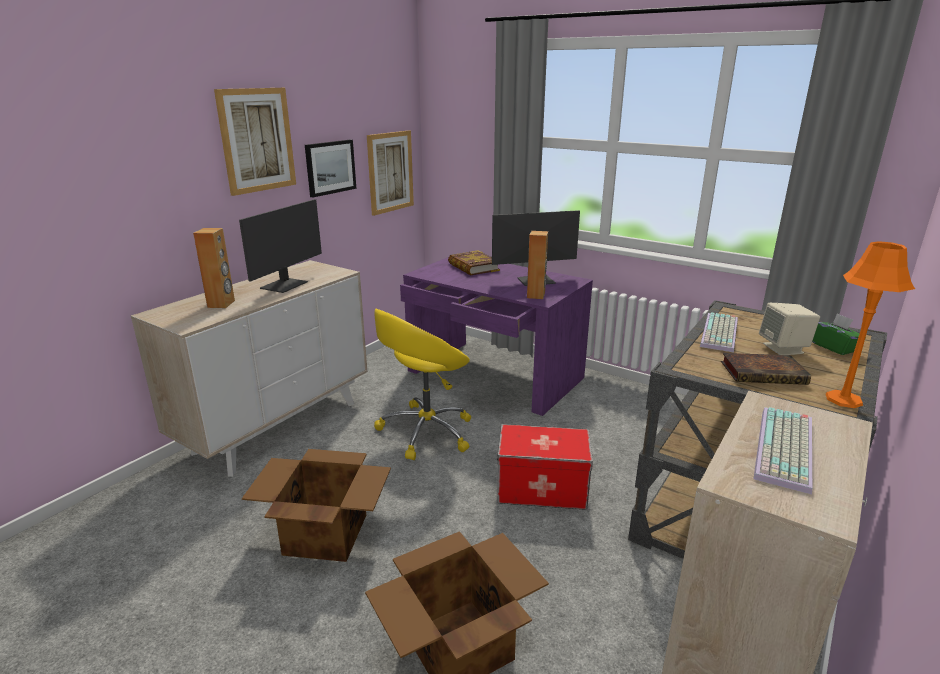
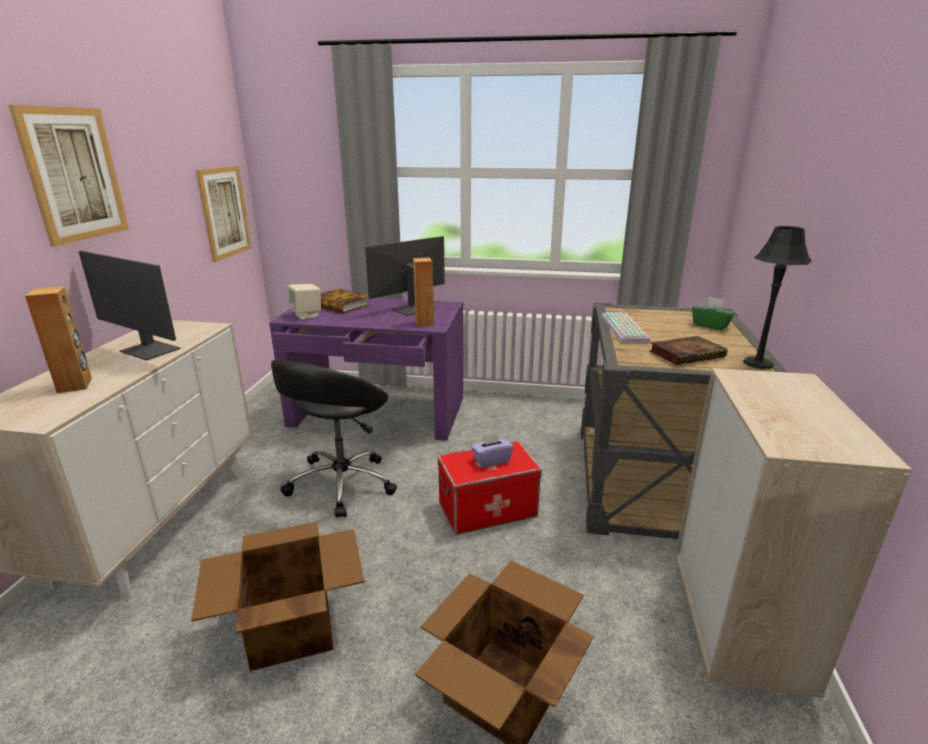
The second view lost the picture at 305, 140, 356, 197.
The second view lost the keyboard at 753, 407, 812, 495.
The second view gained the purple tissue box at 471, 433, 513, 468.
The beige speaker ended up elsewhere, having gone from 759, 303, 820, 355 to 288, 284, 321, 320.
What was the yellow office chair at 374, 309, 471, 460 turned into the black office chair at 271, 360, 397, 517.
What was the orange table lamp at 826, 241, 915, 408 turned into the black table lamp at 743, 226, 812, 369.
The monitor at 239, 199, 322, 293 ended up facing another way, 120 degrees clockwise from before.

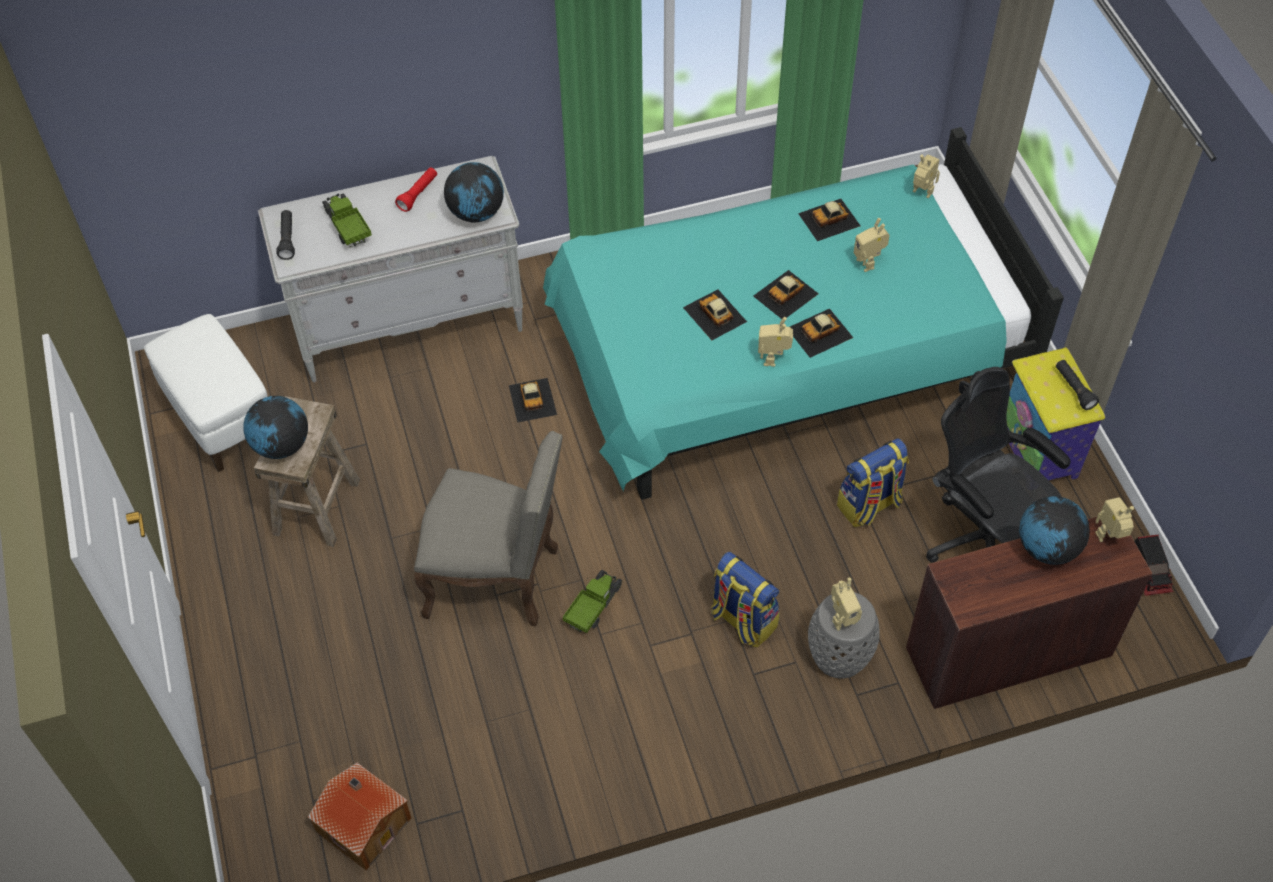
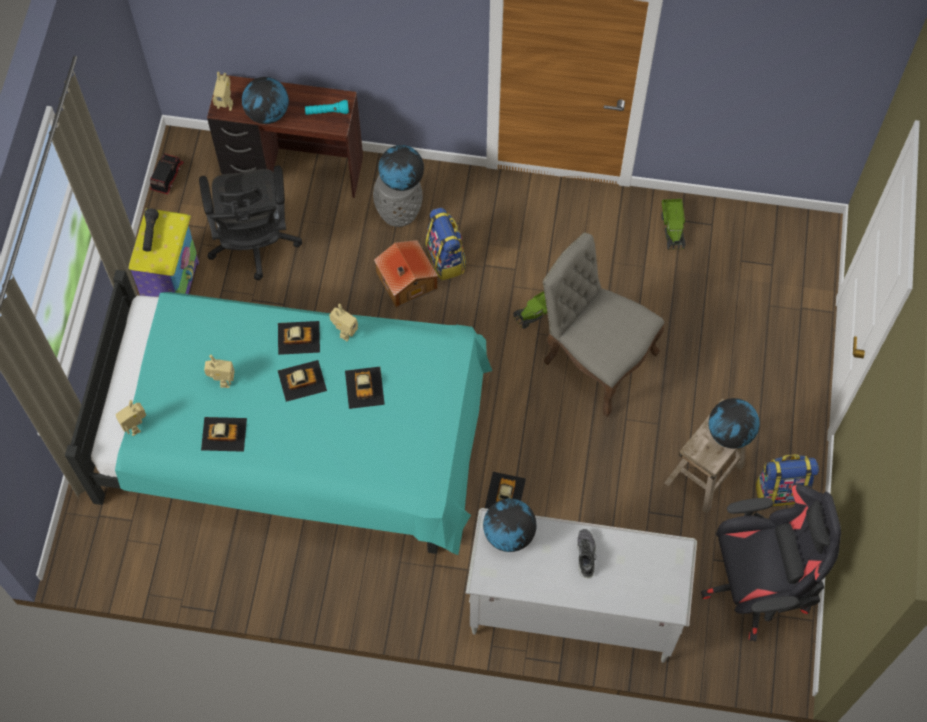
The second view lost the black flashlight at 276, 210, 295, 260.
The second view lost the red flashlight at 395, 167, 437, 212.
The second view gained the turquoise flashlight at 305, 100, 349, 115.
The second view gained the shoe at 577, 529, 596, 579.
The toy house ended up elsewhere, having gone from 308, 763, 411, 870 to 374, 240, 438, 308.
The toy truck ended up elsewhere, having gone from 322, 194, 372, 248 to 662, 199, 688, 250.
The backpack ended up elsewhere, having gone from 837, 438, 909, 527 to 755, 454, 819, 506.
Where the white ottoman stood at 144, 314, 268, 472, the black office chair came to stand at 701, 484, 841, 642.
Where the toy robot stood at 831, 578, 862, 631, the globe came to stand at 378, 145, 424, 191.

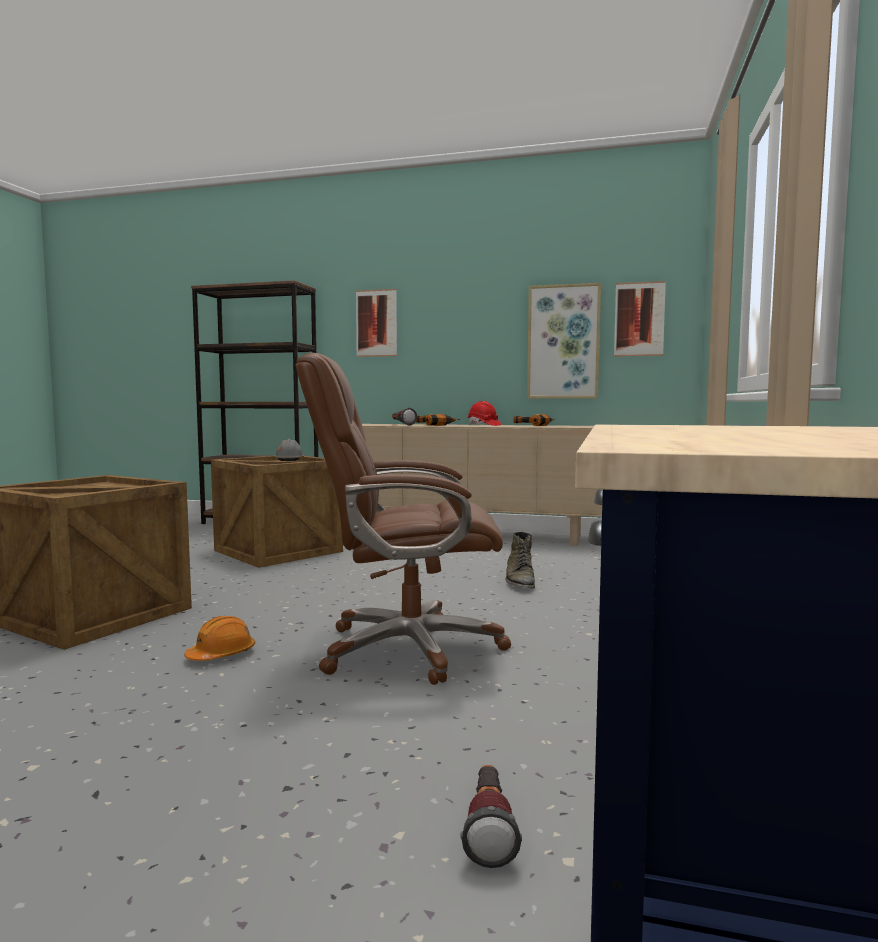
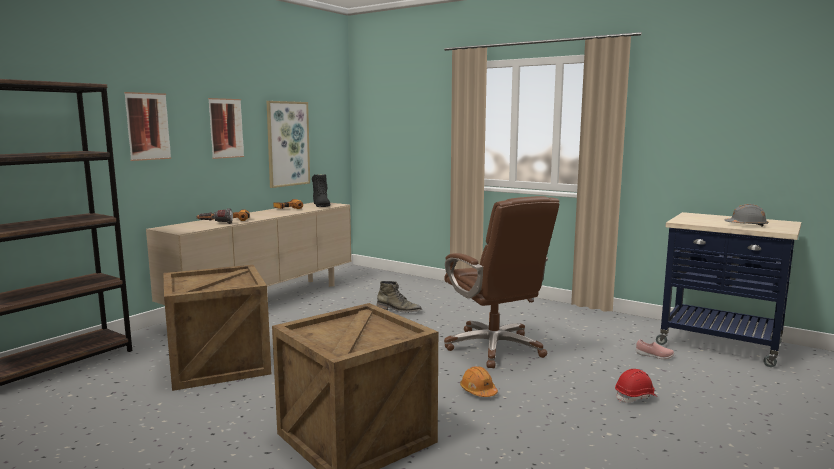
The second view gained the black boot at 312, 174, 330, 207.
The grey hard hat ended up elsewhere, having gone from 274, 439, 304, 461 to 724, 204, 768, 227.
The red hard hat ended up elsewhere, having gone from 467, 401, 501, 426 to 615, 369, 658, 403.
The picture ended up elsewhere, having gone from 614, 281, 666, 356 to 208, 98, 244, 159.
Where the flashlight stood at 460, 765, 522, 868, the pink shoe came to stand at 636, 339, 674, 359.
The brown office chair at 296, 353, 511, 685 ended up facing another way, 45 degrees counterclockwise from before.

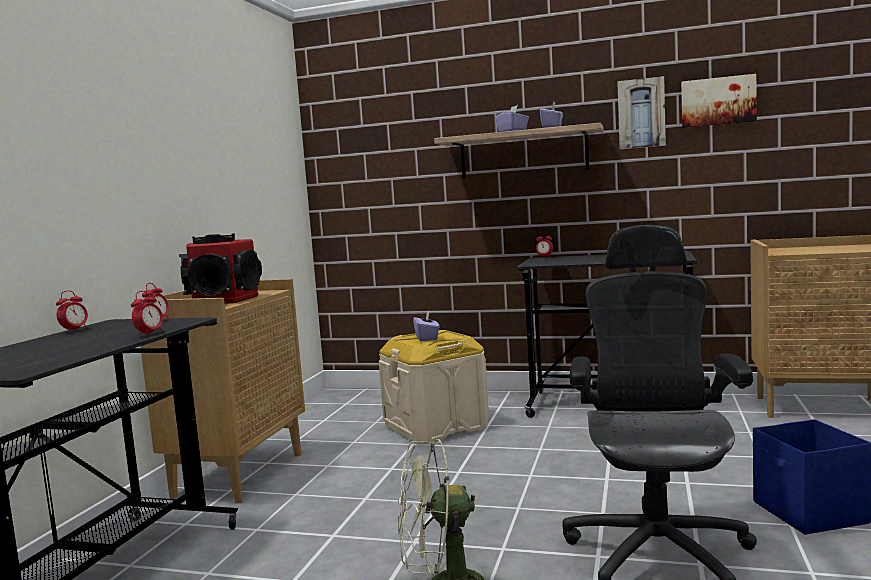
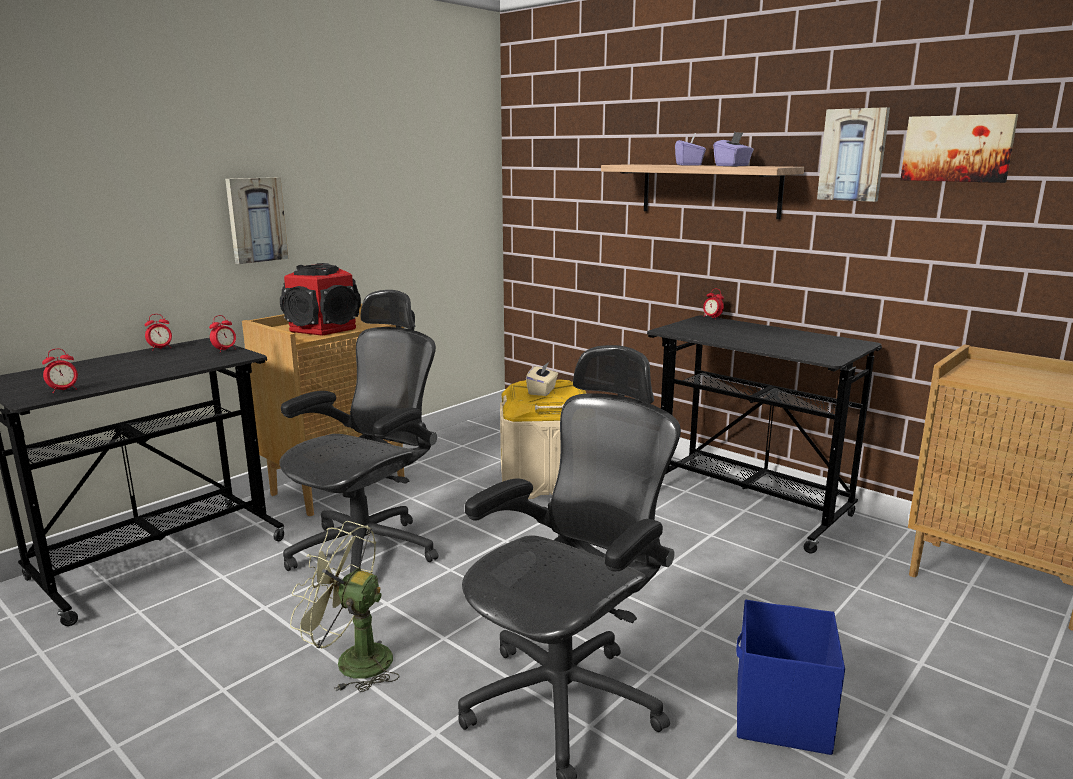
The second view gained the picture at 225, 177, 288, 264.
The second view gained the office chair at 279, 290, 438, 573.
The alarm clock ended up elsewhere, having gone from 131, 291, 163, 336 to 42, 349, 78, 393.
What was the purple tissue box at 413, 311, 440, 341 turned into the beige tissue box at 526, 362, 558, 396.

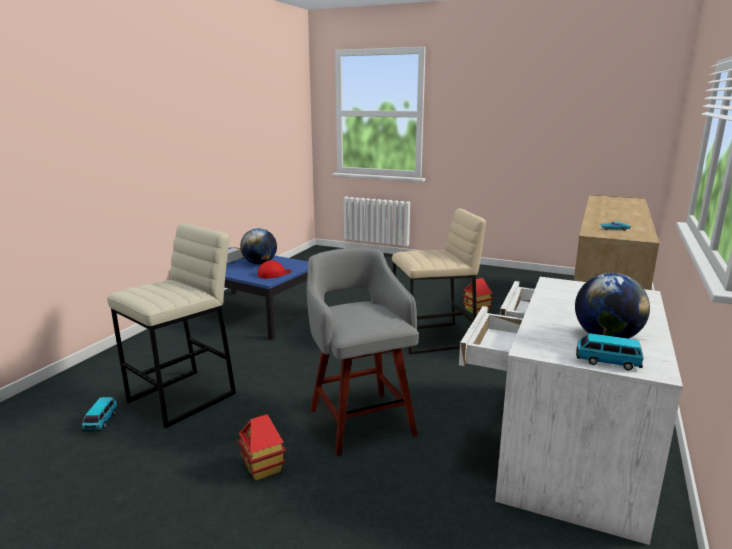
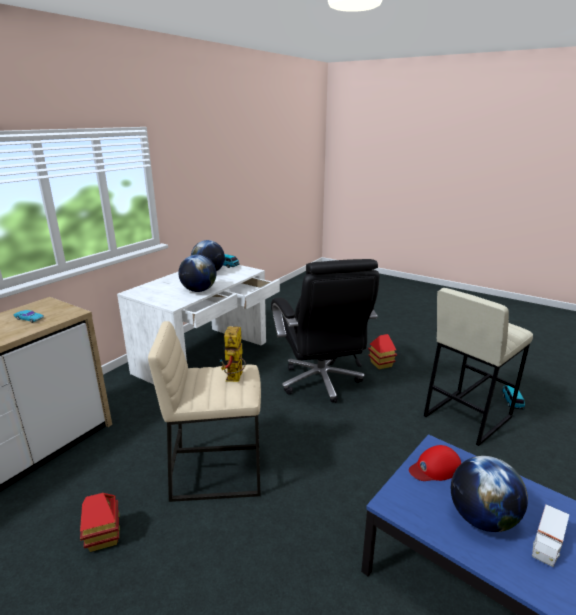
The second view gained the globe at 178, 255, 216, 292.
The second view gained the toy robot at 219, 326, 246, 382.
Where the grey stool stood at 307, 248, 419, 456, the black office chair came to stand at 271, 259, 380, 403.

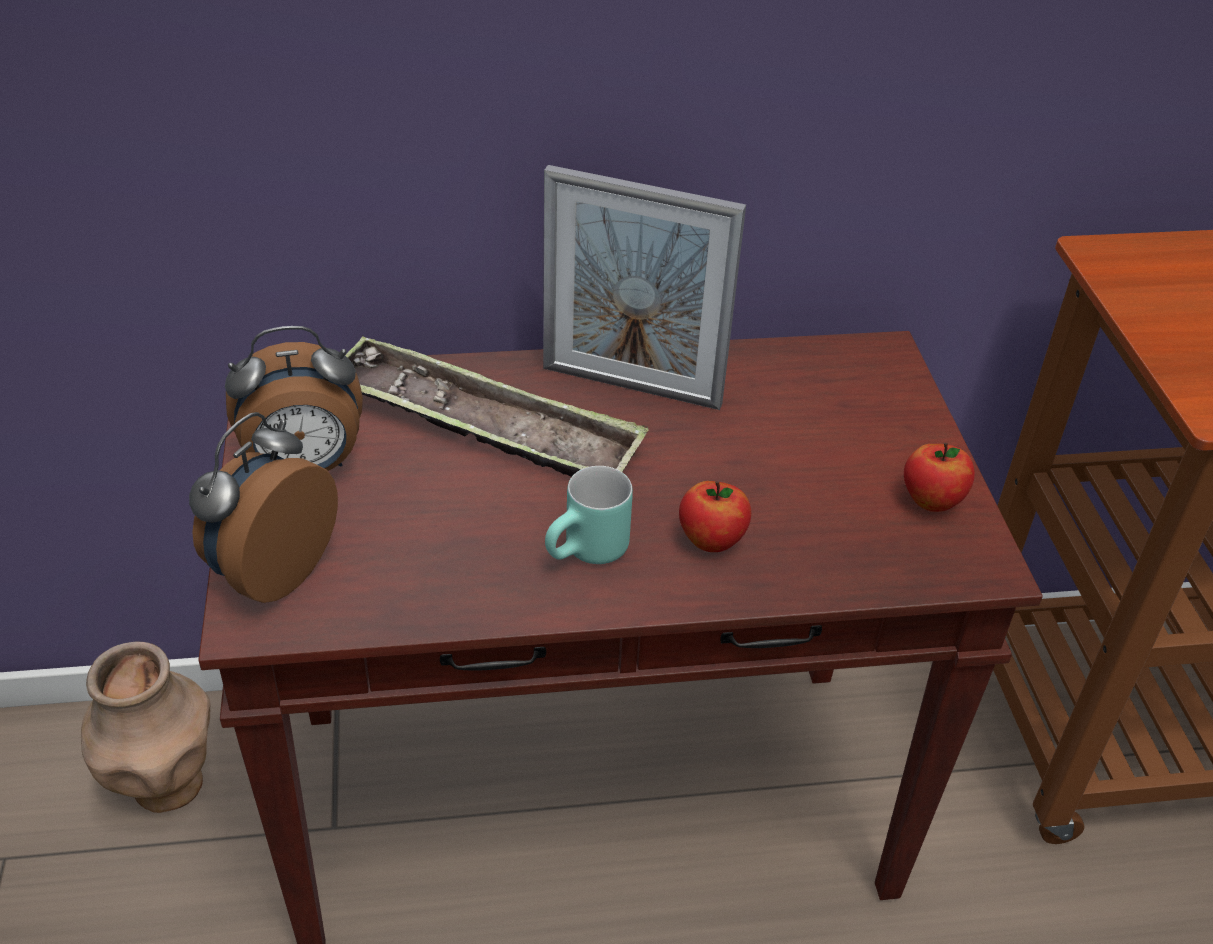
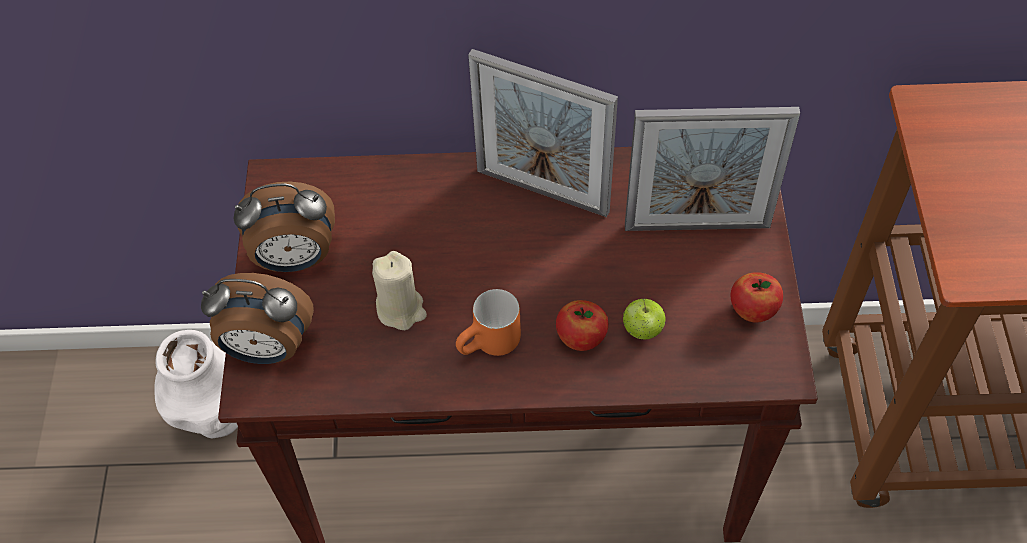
The second view lost the tray at 345, 336, 649, 477.
The second view gained the beige candle at 372, 251, 427, 330.
The second view gained the apple at 623, 298, 666, 340.
The second view gained the picture frame at 625, 107, 800, 231.
What was the brown vase at 81, 642, 210, 813 turned into the white vase at 154, 330, 238, 438.
What was the turquoise mug at 545, 466, 633, 564 turned into the orange mug at 456, 289, 521, 356.
The alarm clock at 189, 412, 338, 603 ended up facing another way, 120 degrees counterclockwise from before.

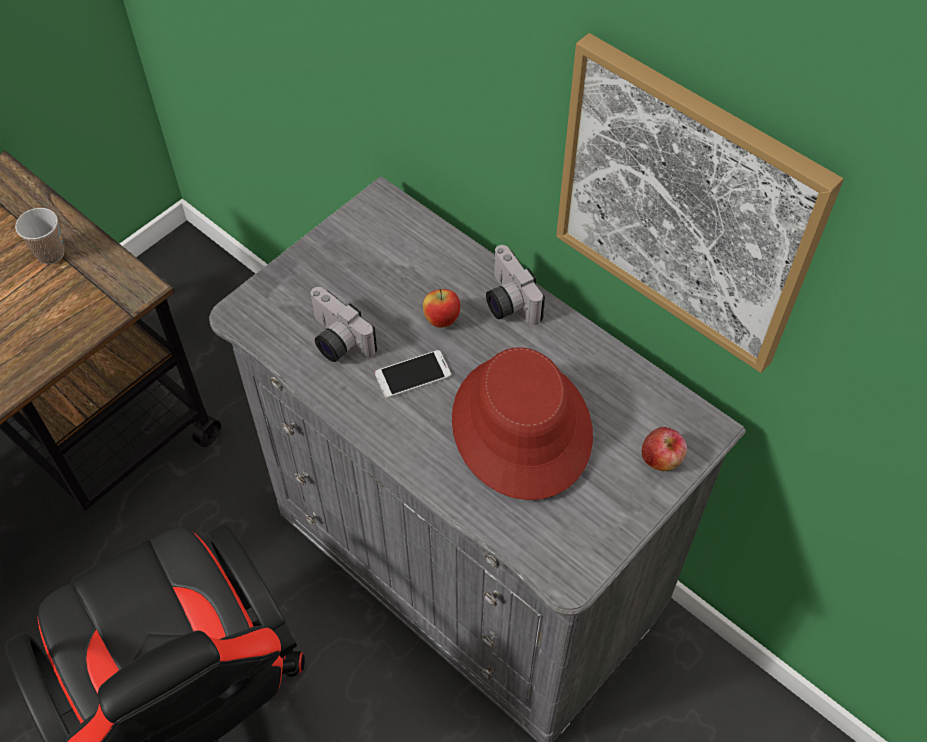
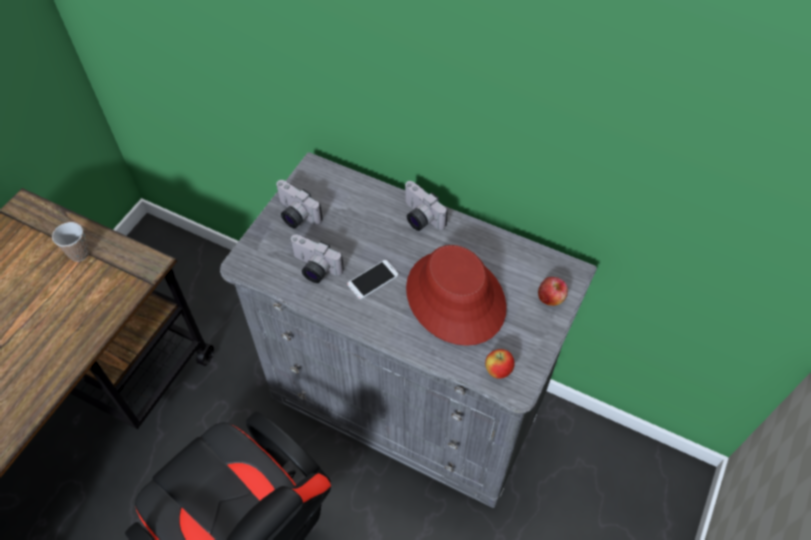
The second view lost the picture at 556, 33, 844, 373.
The second view gained the photo camera at 276, 180, 323, 228.
The apple ended up elsewhere, having gone from 423, 289, 460, 328 to 485, 349, 515, 379.

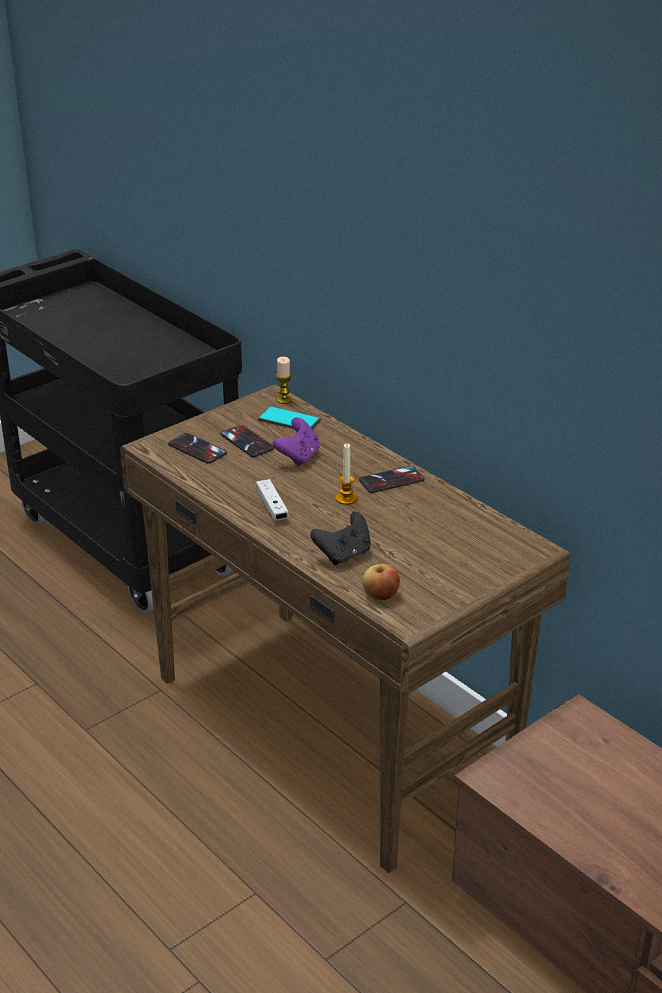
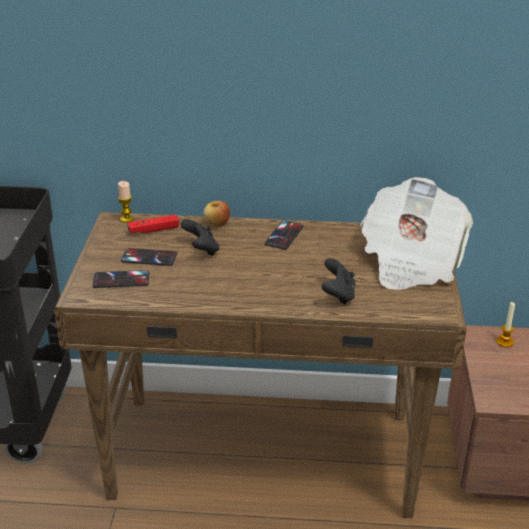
The second view lost the white game controller at 256, 479, 289, 521.
The second view gained the newspaper at 360, 177, 473, 290.
The candle ended up elsewhere, having gone from 336, 443, 357, 505 to 497, 302, 515, 347.
The apple ended up elsewhere, having gone from 362, 564, 400, 600 to 203, 201, 230, 227.
Where the phone stood at 258, 406, 321, 429, the red game controller came to stand at 127, 215, 179, 233.
What was the purple game controller at 272, 418, 320, 466 turned into the black game controller at 180, 219, 219, 256.

